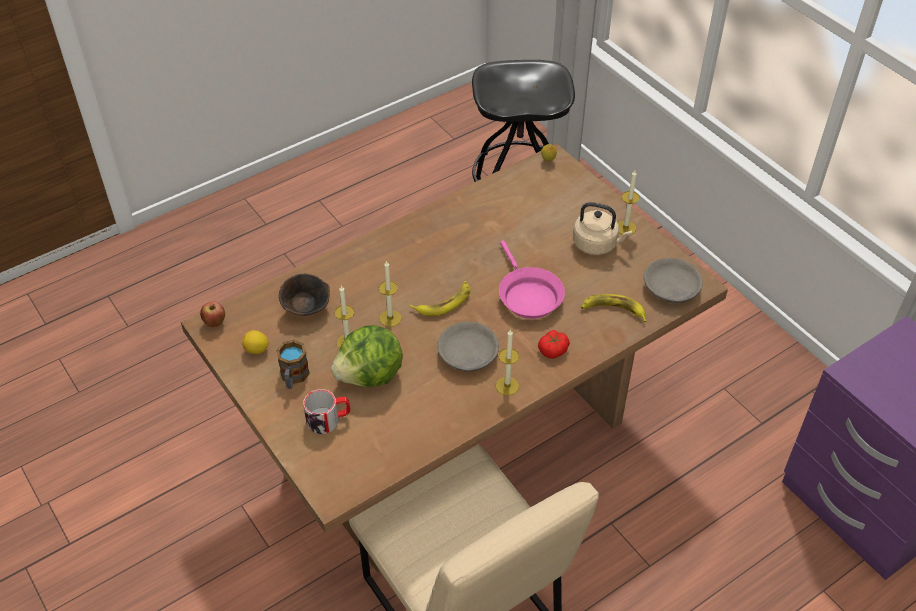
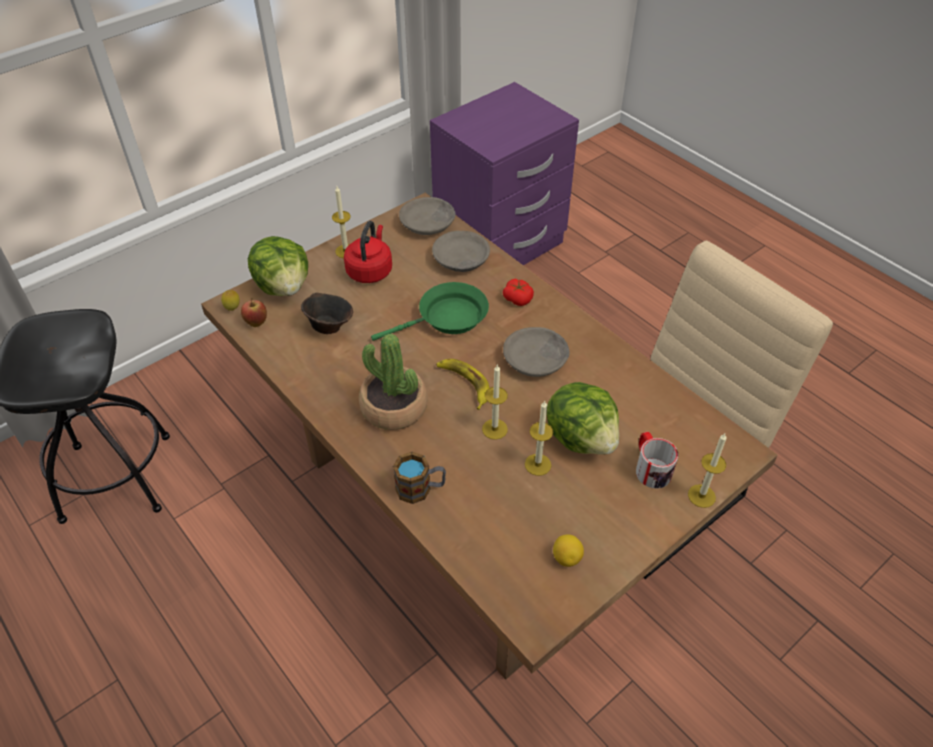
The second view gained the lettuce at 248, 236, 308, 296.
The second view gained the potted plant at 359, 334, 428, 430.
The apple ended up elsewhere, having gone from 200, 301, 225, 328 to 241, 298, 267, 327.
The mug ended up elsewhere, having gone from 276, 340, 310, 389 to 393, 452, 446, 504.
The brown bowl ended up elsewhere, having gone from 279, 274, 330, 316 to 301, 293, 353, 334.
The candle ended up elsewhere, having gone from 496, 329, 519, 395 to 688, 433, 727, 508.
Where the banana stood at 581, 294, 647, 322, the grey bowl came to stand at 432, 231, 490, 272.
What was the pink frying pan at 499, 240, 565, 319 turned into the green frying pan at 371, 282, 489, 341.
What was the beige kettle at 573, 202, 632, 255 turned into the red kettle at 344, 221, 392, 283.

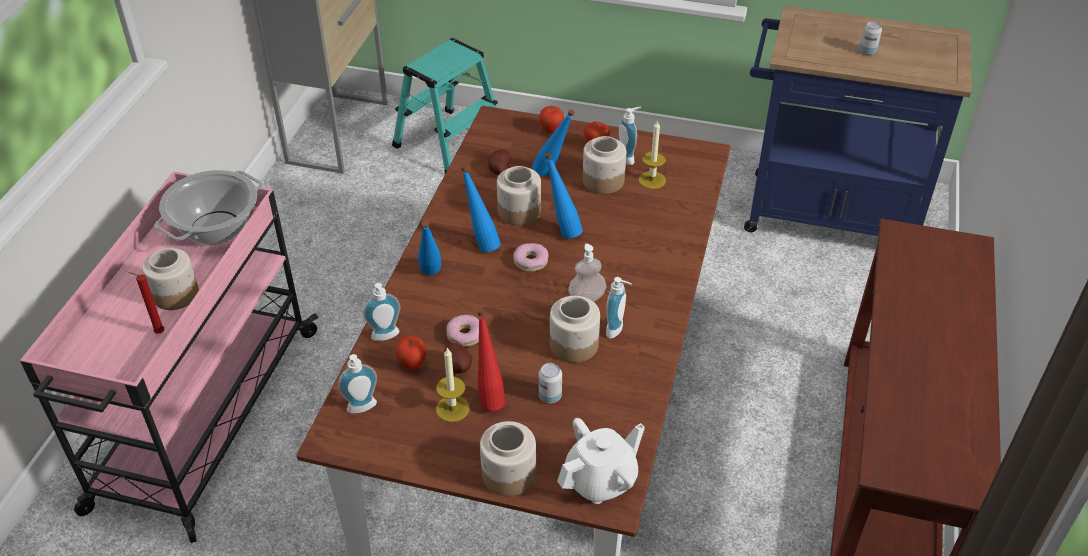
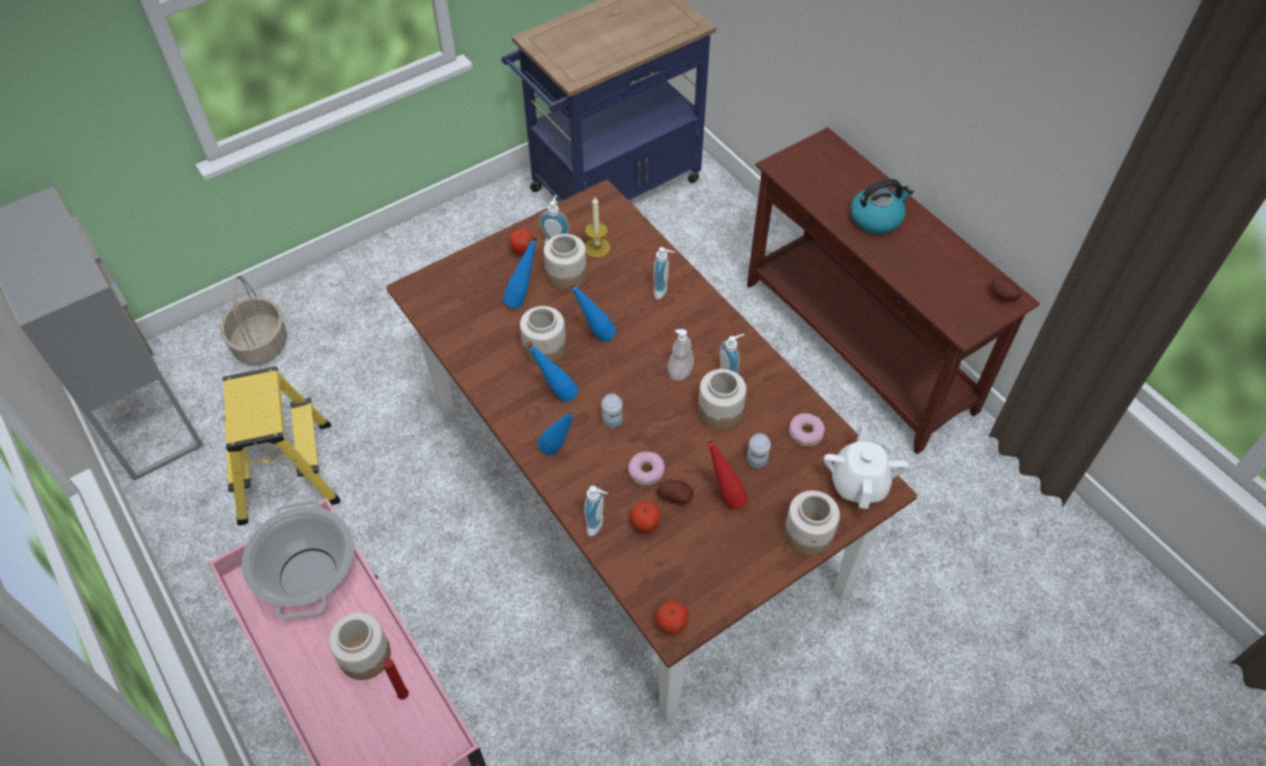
The second view lost the candle at 436, 347, 470, 422.
The second view gained the yellow step ladder at 222, 366, 340, 526.
The second view gained the kettle at 851, 179, 914, 234.
The soap dispenser ended up elsewhere, having gone from 338, 354, 377, 413 to 654, 247, 674, 299.
The potato ended up elsewhere, having gone from 488, 149, 510, 175 to 991, 276, 1022, 302.
The donut ended up elsewhere, having gone from 513, 243, 549, 272 to 789, 413, 825, 447.
The apple ended up elsewhere, having gone from 539, 106, 564, 134 to 655, 600, 689, 634.
The can ended up elsewhere, having gone from 860, 21, 882, 55 to 601, 393, 623, 428.
Where the turquoise step ladder stood at 392, 38, 498, 173, the basket came to stand at 220, 276, 287, 365.

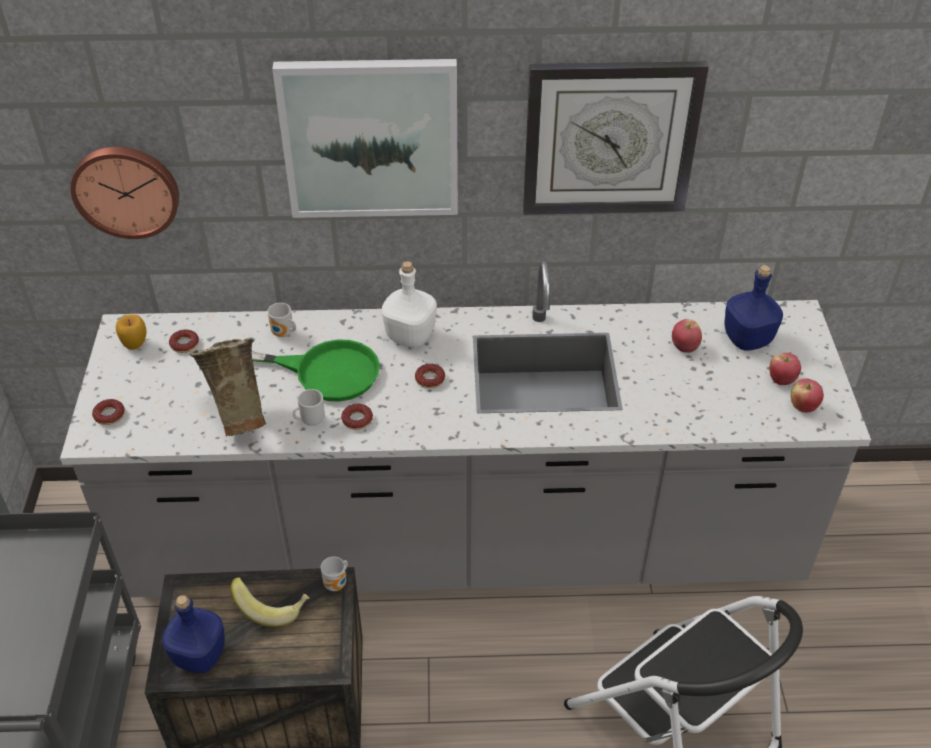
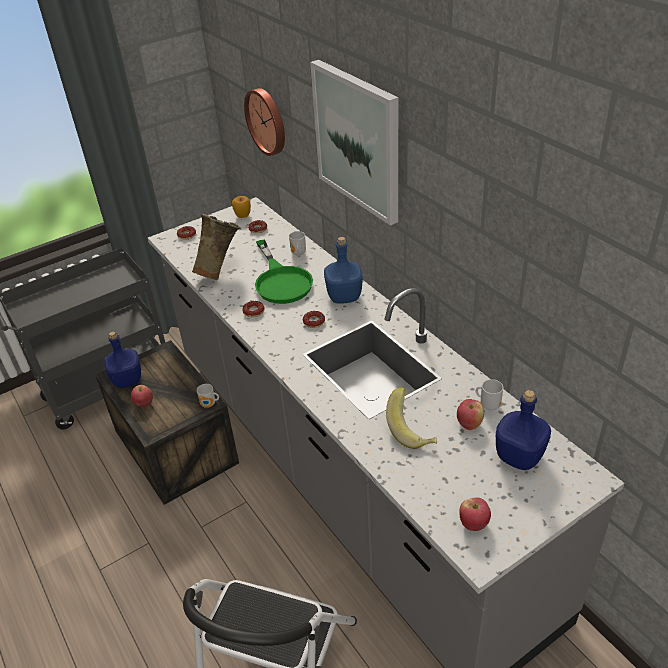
The second view lost the wall clock at 523, 61, 709, 215.
The banana ended up elsewhere, having gone from 230, 577, 309, 627 to 386, 387, 437, 449.
The mug ended up elsewhere, having gone from 293, 389, 325, 426 to 476, 379, 503, 410.
The apple ended up elsewhere, having gone from 769, 353, 801, 385 to 131, 385, 153, 407.
What was the white bottle at 382, 261, 437, 347 turned into the blue bottle at 324, 237, 363, 304.

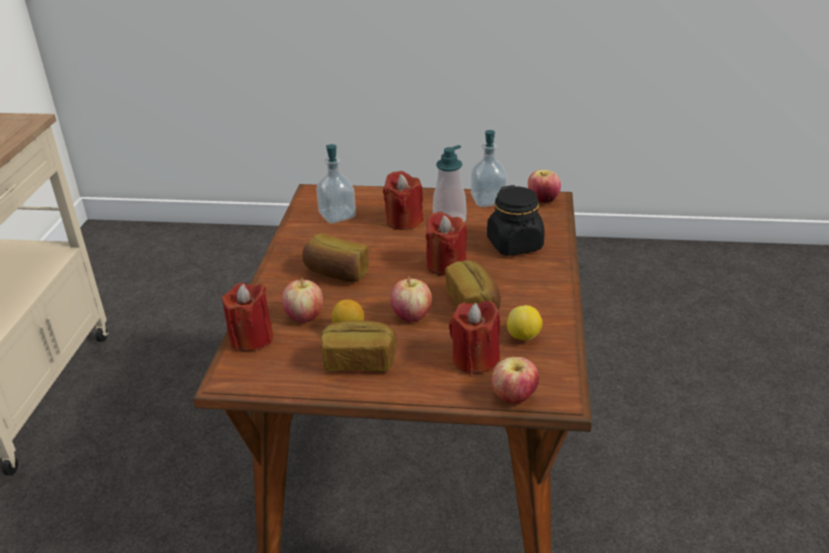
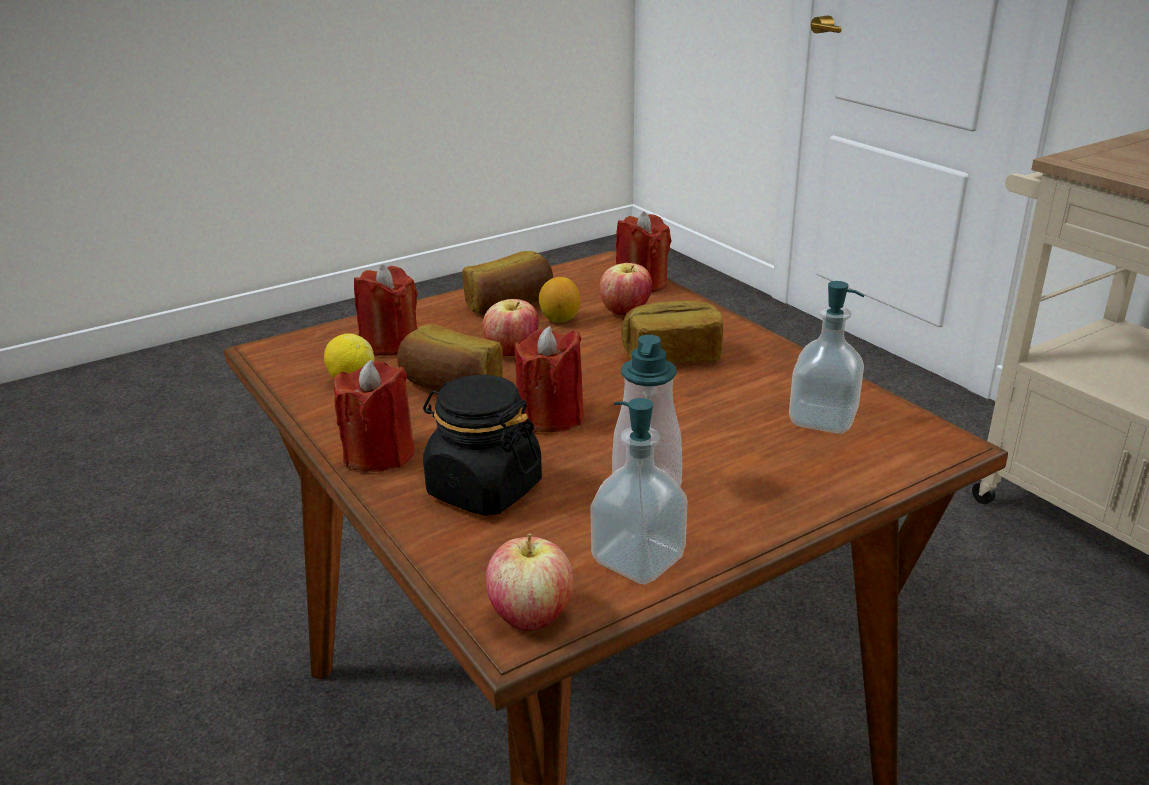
The second view lost the apple at 492, 357, 539, 403.
The red candle ended up elsewhere, having gone from 383, 171, 424, 230 to 334, 359, 415, 472.

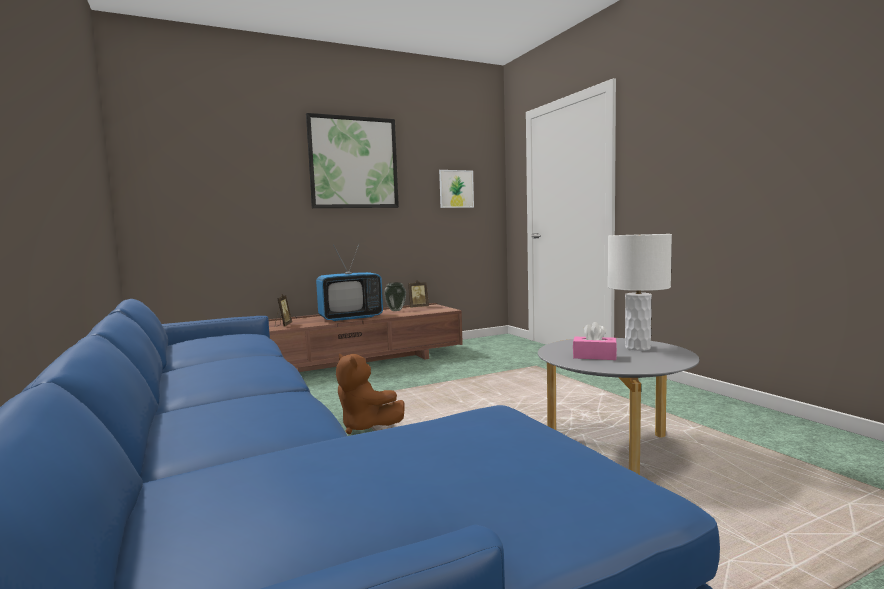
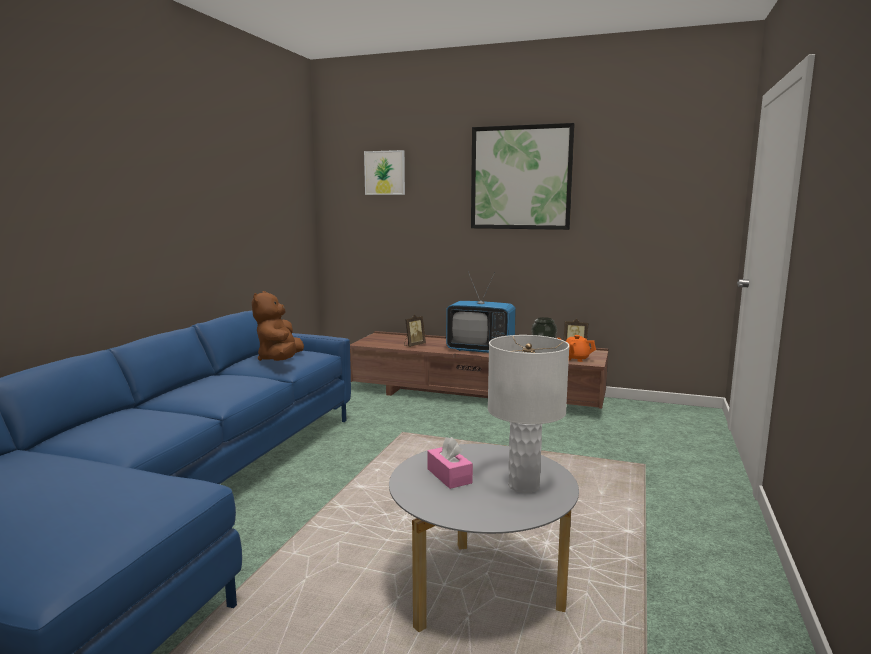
The second view gained the orange teapot at 557, 335, 596, 362.
The brown plush toy ended up elsewhere, having gone from 336, 353, 405, 434 to 252, 291, 304, 361.
The picture ended up elsewhere, having gone from 439, 170, 474, 208 to 364, 150, 405, 195.

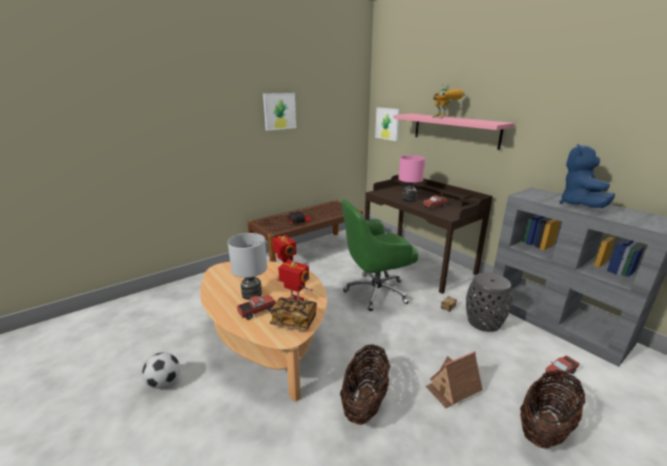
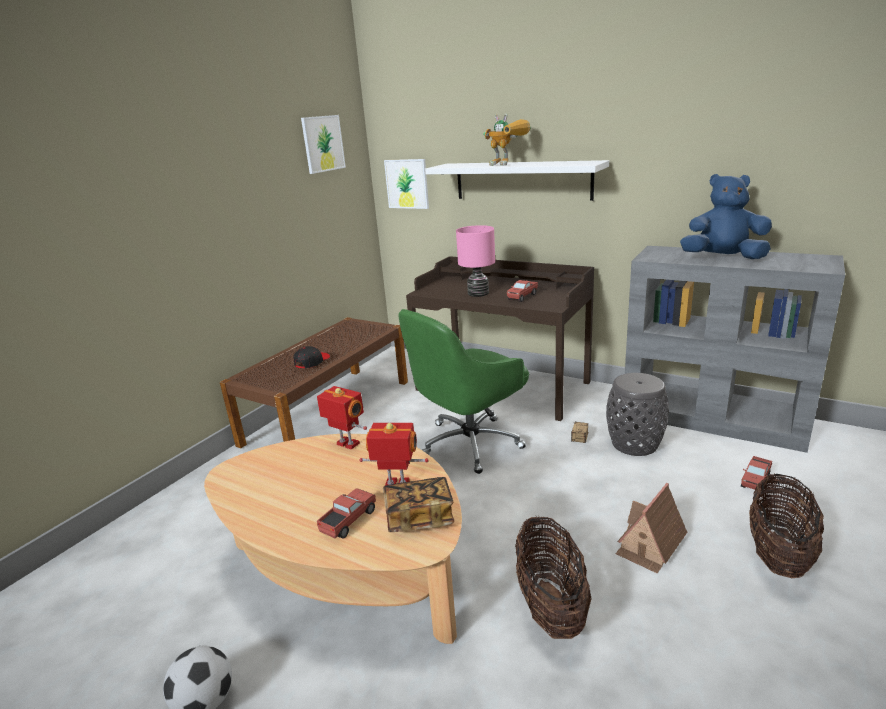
The second view lost the grey table lamp at 228, 233, 267, 300.
The picture ended up elsewhere, having gone from 263, 93, 296, 131 to 301, 115, 346, 174.
What was the pink shelf at 393, 114, 515, 150 turned into the white shelf at 425, 160, 609, 201.
The blue plush toy at 559, 144, 615, 208 ended up facing another way, 105 degrees clockwise from before.

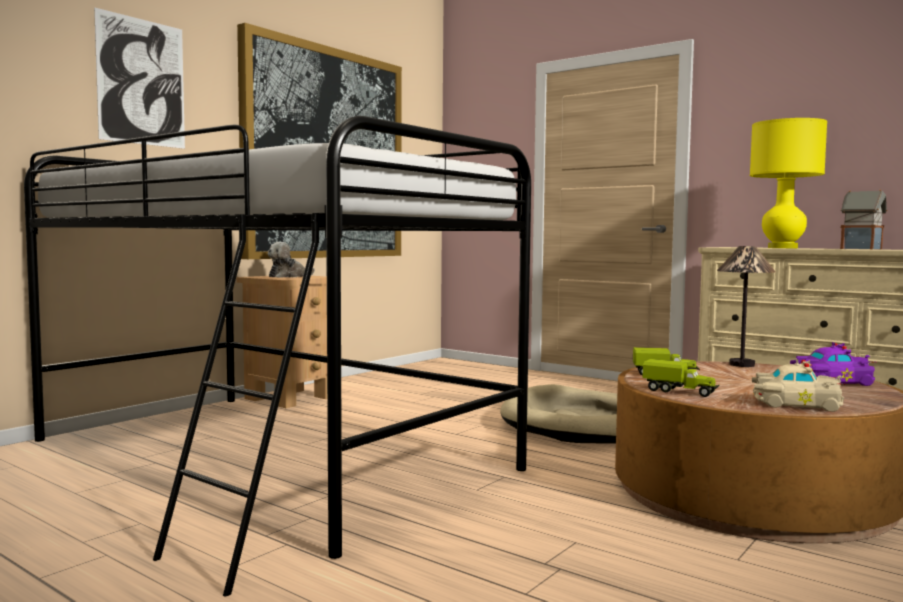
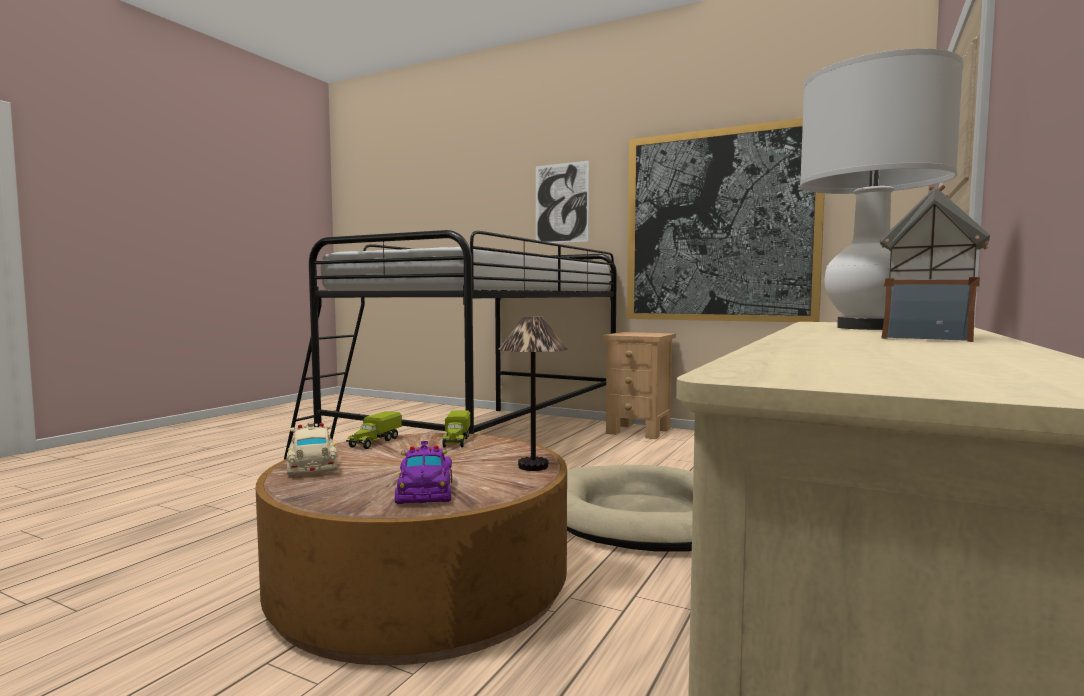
The second view lost the plush toy at 267, 242, 315, 278.
What was the yellow table lamp at 750, 118, 827, 248 turned into the white table lamp at 800, 48, 963, 330.
The beige toy car at 752, 358, 845, 412 ended up facing another way, 150 degrees clockwise from before.

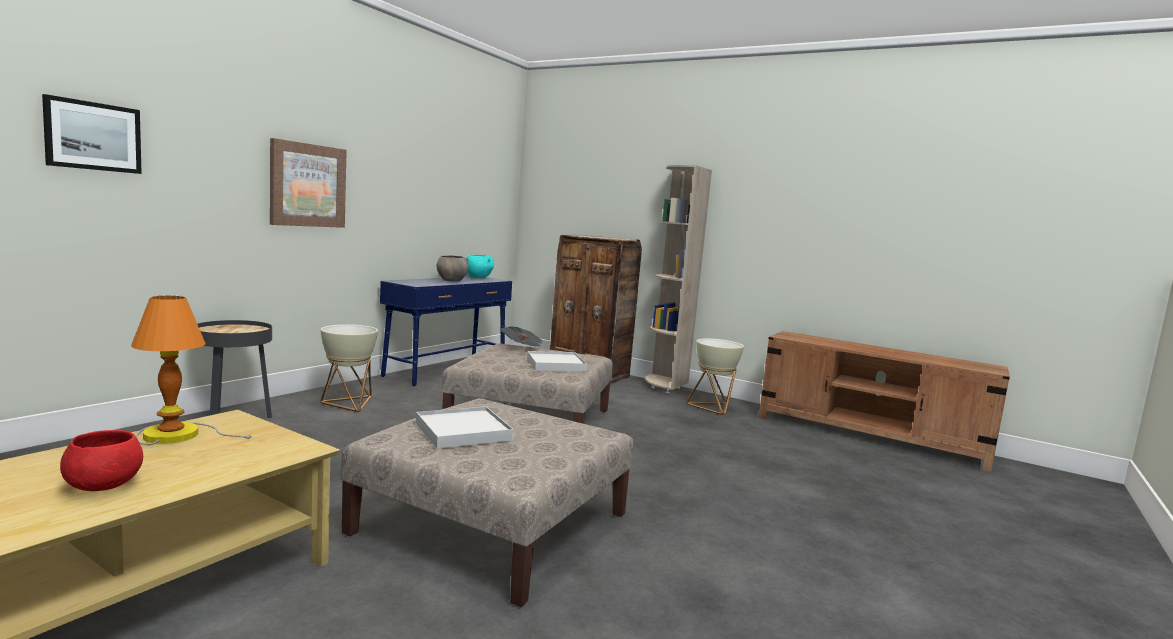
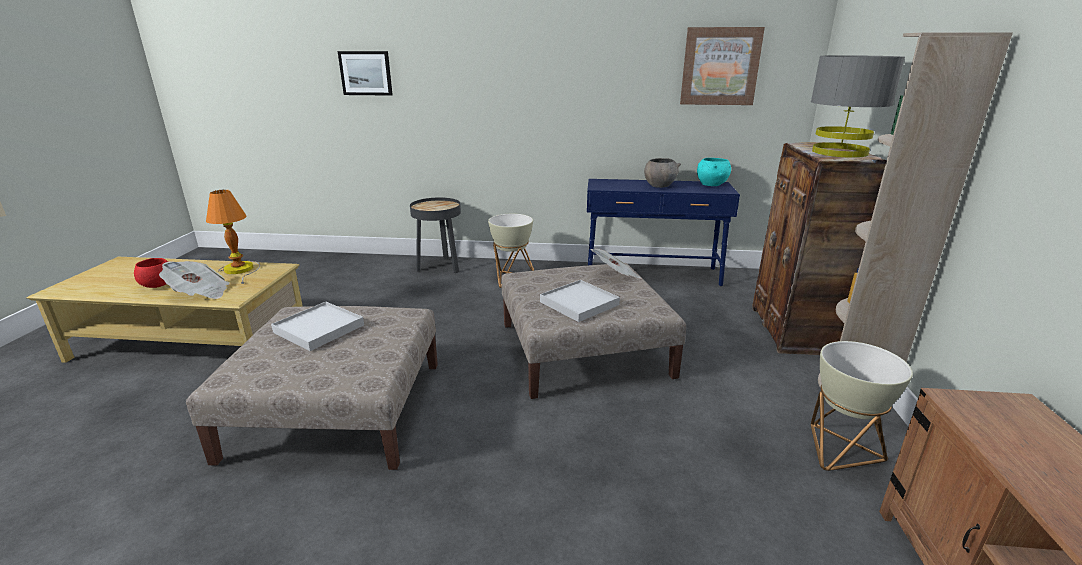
The second view gained the newspaper at 159, 261, 229, 299.
The second view gained the grey table lamp at 811, 55, 905, 158.
The picture ended up elsewhere, having gone from 270, 138, 347, 228 to 680, 27, 765, 105.

